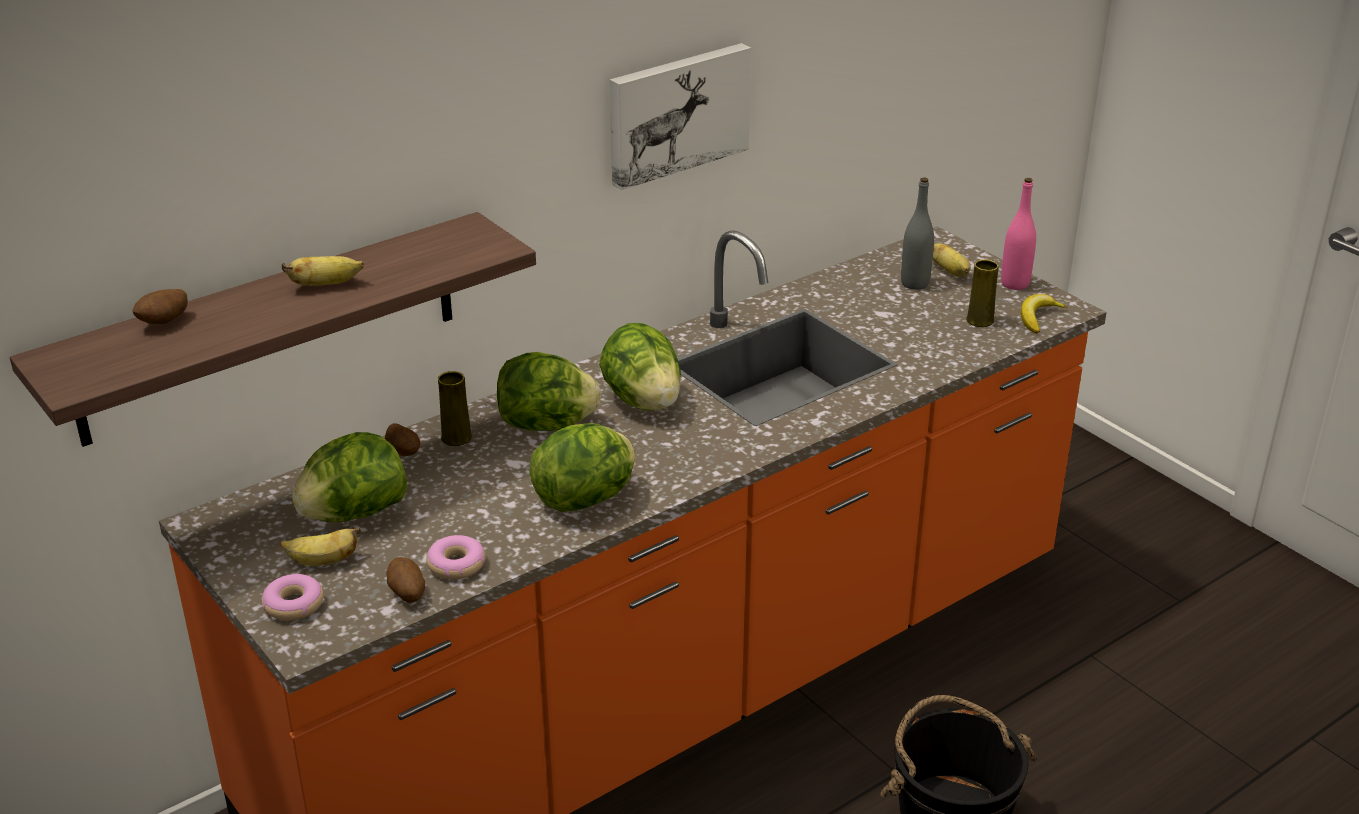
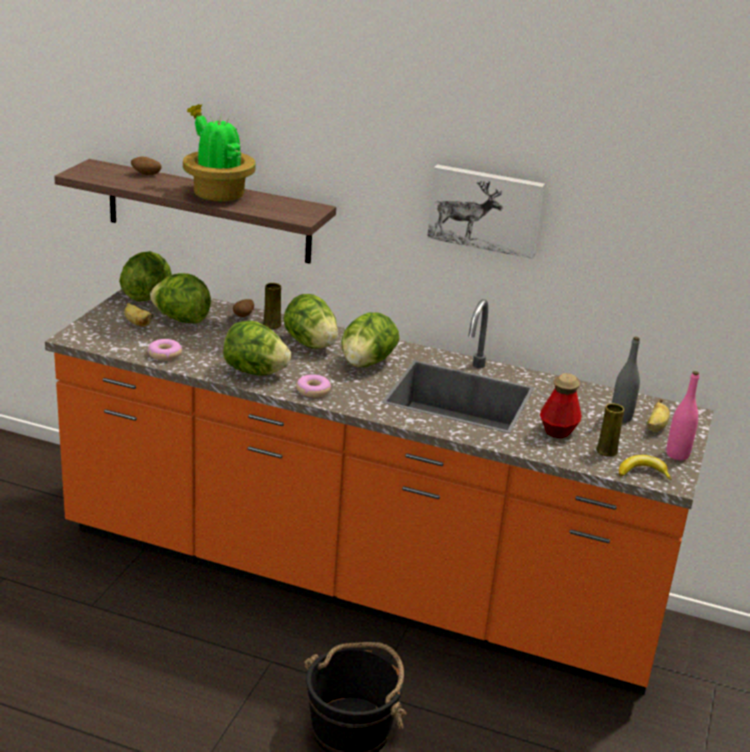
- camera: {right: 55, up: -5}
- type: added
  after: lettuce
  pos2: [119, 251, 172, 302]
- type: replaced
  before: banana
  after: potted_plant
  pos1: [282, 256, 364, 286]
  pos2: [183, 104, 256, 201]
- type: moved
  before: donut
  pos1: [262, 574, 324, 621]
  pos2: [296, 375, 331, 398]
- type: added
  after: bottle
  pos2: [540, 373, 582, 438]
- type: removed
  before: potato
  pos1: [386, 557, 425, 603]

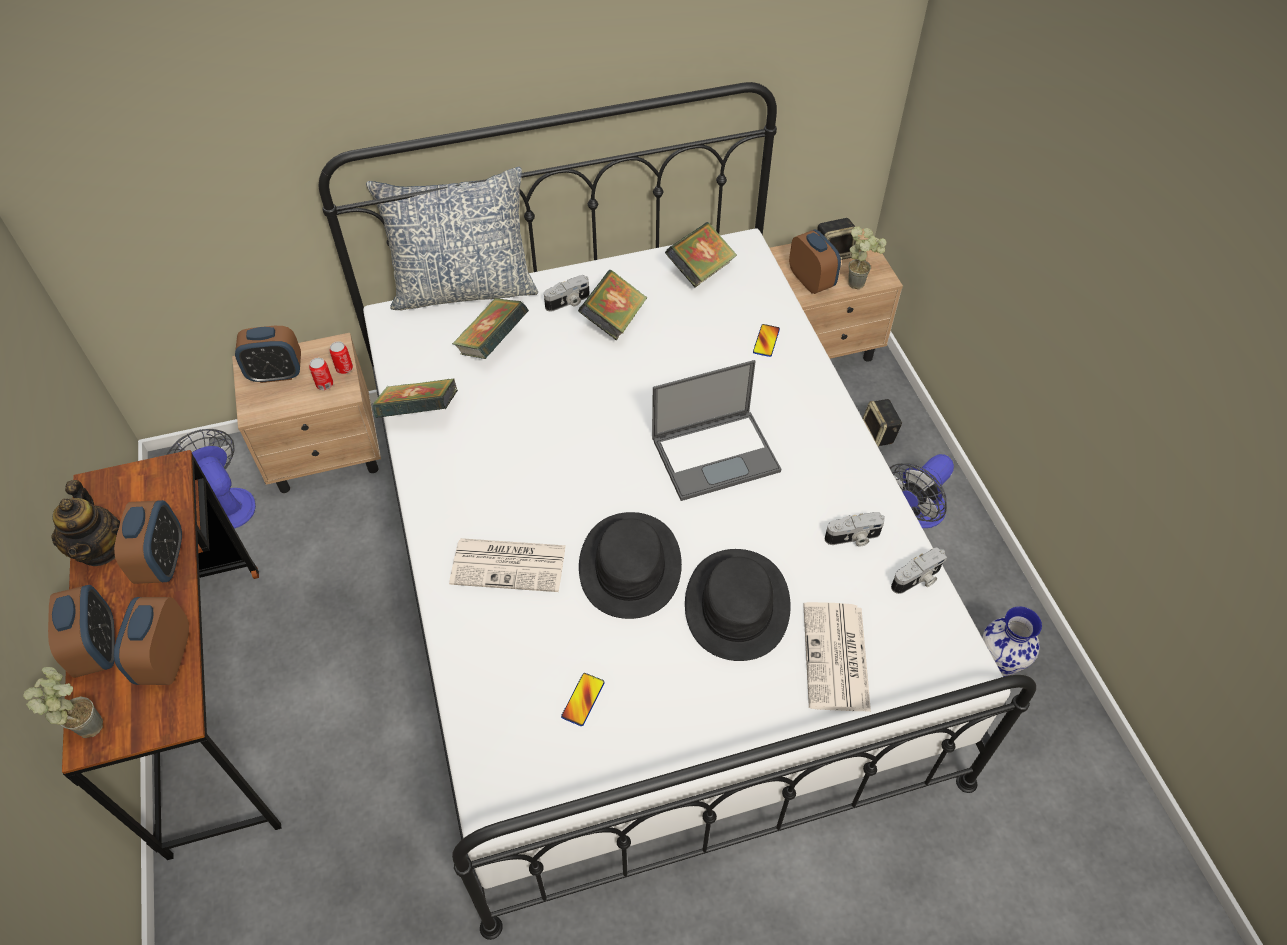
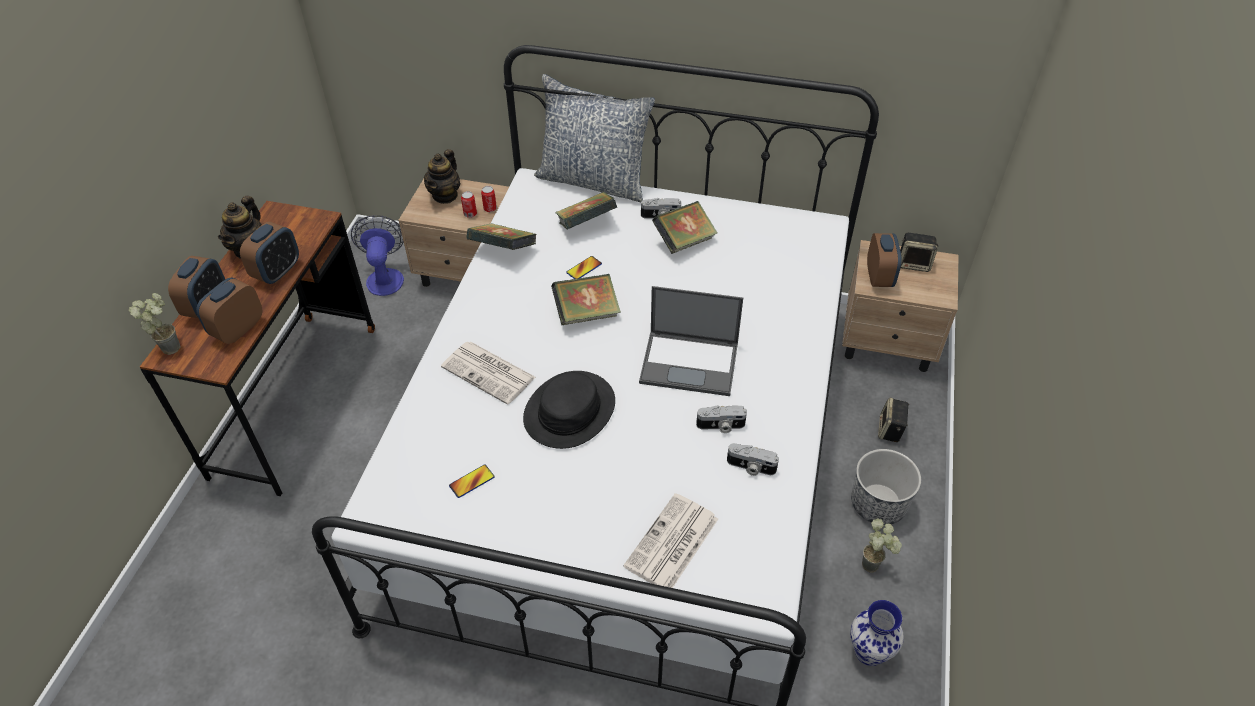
- camera: {right: 30, up: -5}
- type: replaced
  before: alarm_clock
  after: teapot
  pos1: [235, 326, 301, 383]
  pos2: [424, 149, 460, 204]
- type: moved
  before: book
  pos1: [665, 222, 737, 287]
  pos2: [551, 274, 621, 325]
- type: moved
  before: phone
  pos1: [753, 324, 780, 357]
  pos2: [566, 256, 602, 279]
- type: moved
  before: photo_camera
  pos1: [891, 547, 947, 594]
  pos2: [696, 405, 747, 433]
- type: replaced
  before: fan
  after: planter
  pos1: [890, 454, 954, 528]
  pos2: [851, 449, 921, 525]
- type: moved
  before: potted_plant
  pos1: [848, 226, 886, 289]
  pos2: [862, 518, 902, 573]
- type: removed
  before: black_hat
  pos1: [685, 549, 791, 661]

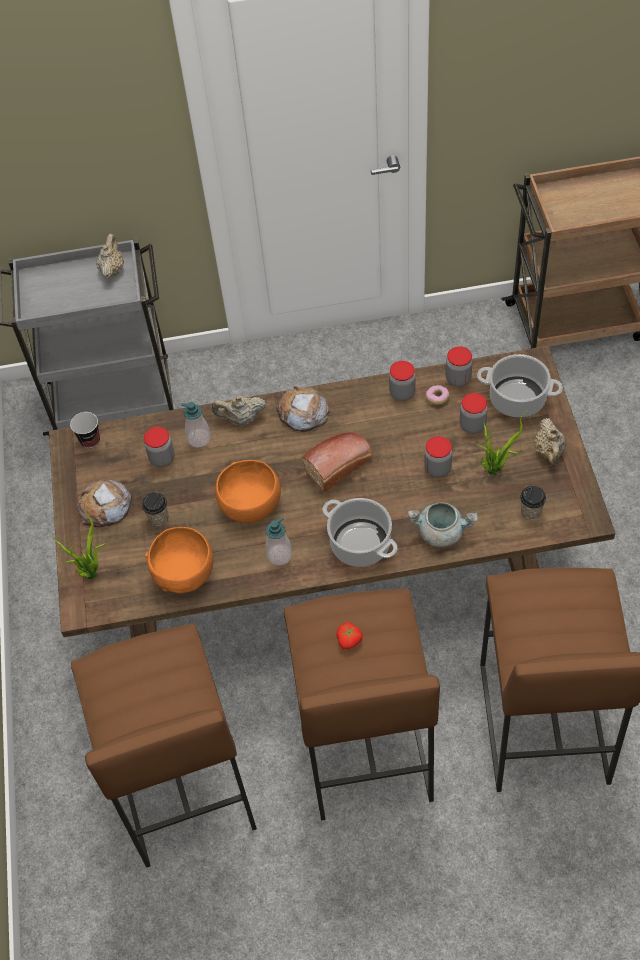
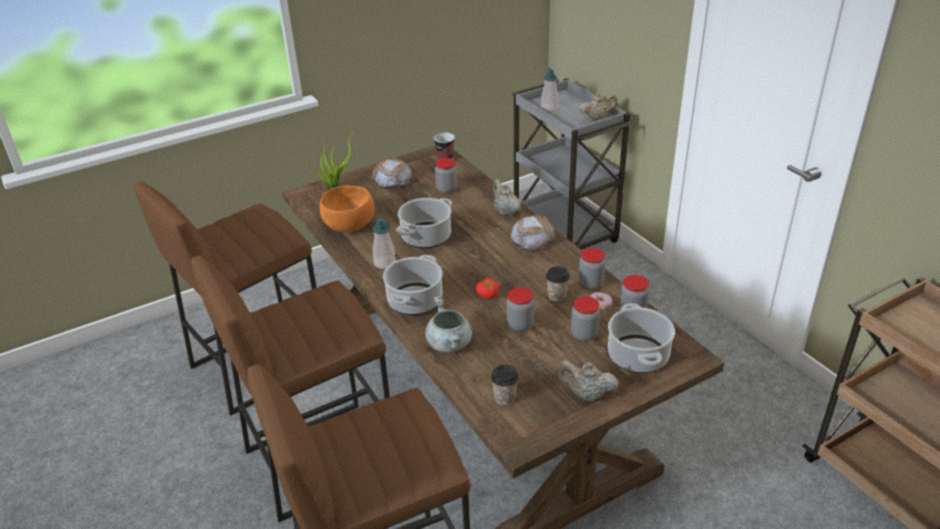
- camera: {right: 65, up: -20}
- type: replaced
  before: orange_bowl
  after: cooking_pot
  pos1: [215, 460, 281, 523]
  pos2: [397, 198, 452, 249]
- type: moved
  before: tomato
  pos1: [336, 622, 363, 649]
  pos2: [475, 278, 500, 299]
- type: moved
  before: soap_dispenser
  pos1: [181, 402, 211, 448]
  pos2: [541, 67, 559, 111]
- type: moved
  before: cup
  pos1: [142, 492, 168, 526]
  pos2: [546, 266, 570, 302]
- type: turned
  before: beige_teapot
  pos1: [535, 418, 566, 466]
  pos2: [557, 361, 619, 401]
  turn: 45
- type: removed
  before: bread
  pos1: [302, 432, 372, 492]
- type: removed
  before: potted_plant
  pos1: [476, 409, 529, 475]

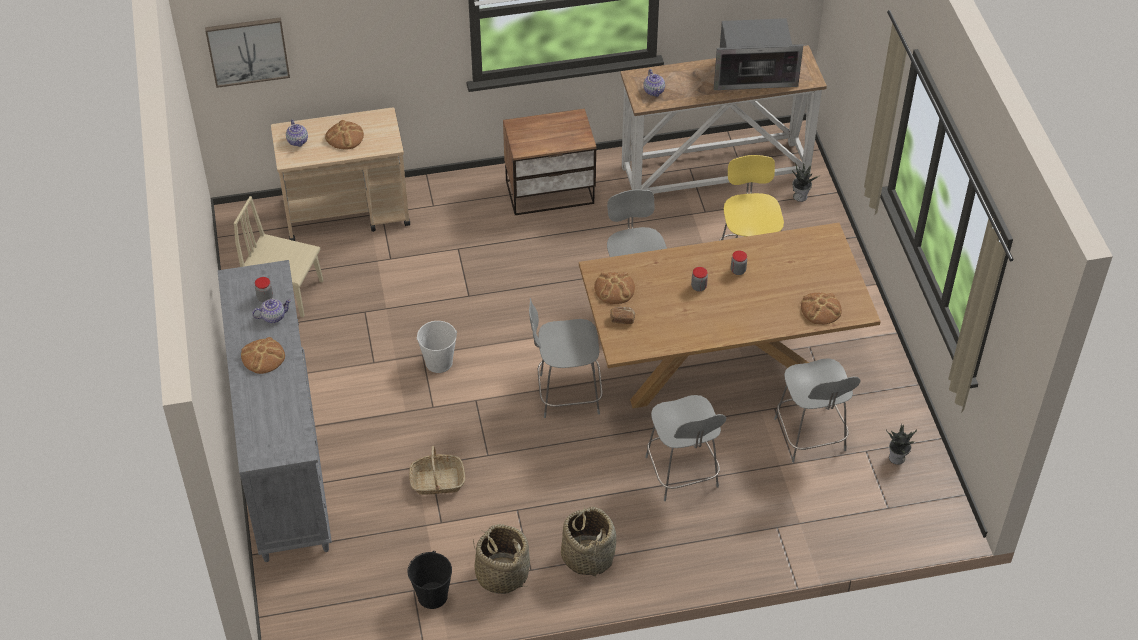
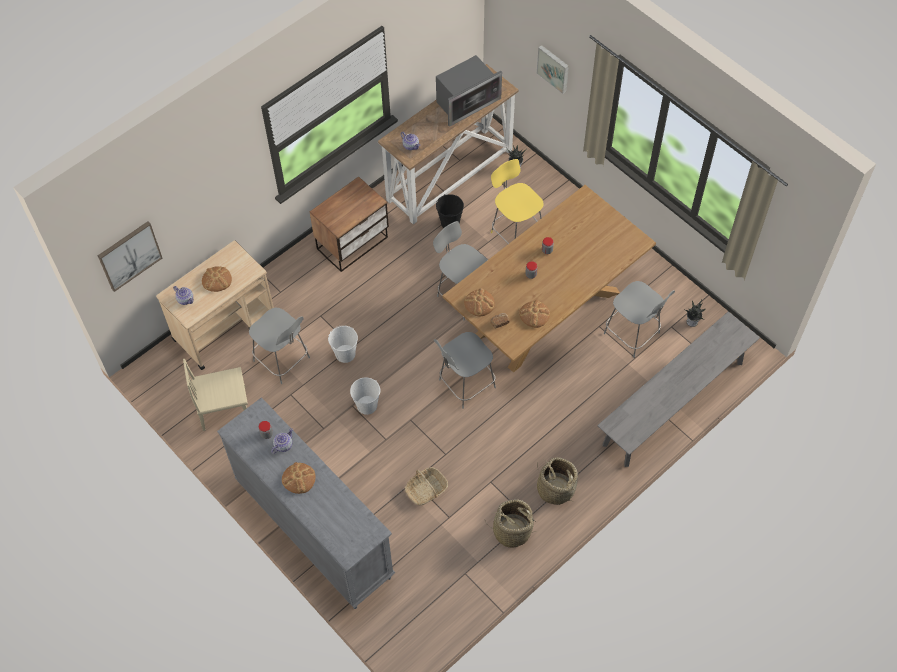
- camera: {right: -30, up: 10}
- type: moved
  before: grey_stool
  pos1: [645, 395, 726, 501]
  pos2: [249, 308, 310, 384]
- type: added
  after: white_bucket
  pos2: [328, 325, 358, 363]
- type: moved
  before: black_bucket
  pos1: [407, 551, 452, 609]
  pos2: [436, 194, 464, 228]
- type: moved
  before: bread
  pos1: [801, 293, 842, 325]
  pos2: [519, 300, 550, 328]
- type: added
  after: picture
  pos2: [537, 45, 569, 94]
- type: added
  after: grey_bench
  pos2: [597, 311, 760, 467]

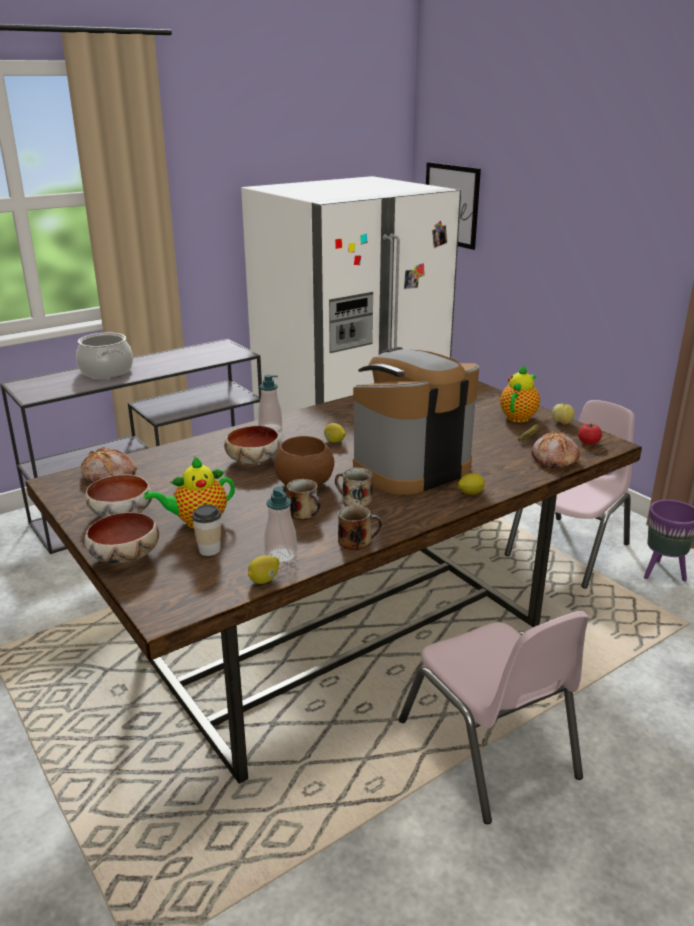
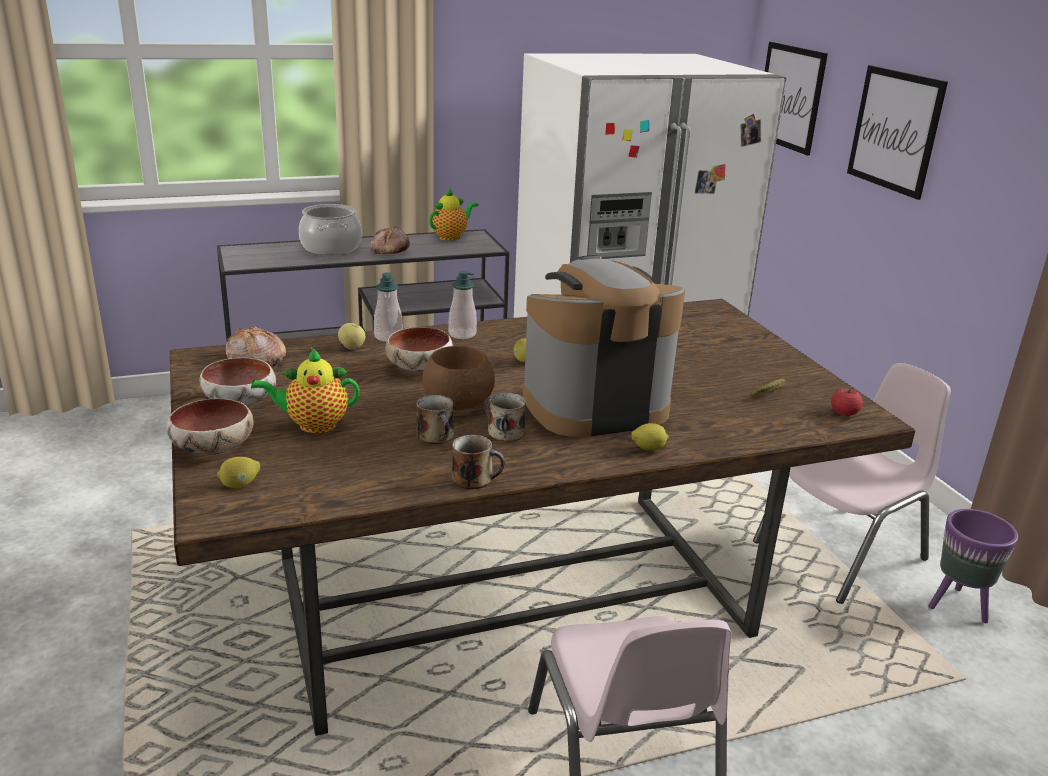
- camera: {right: 15, up: 0}
- type: moved
  before: lemon
  pos1: [248, 556, 280, 584]
  pos2: [217, 457, 260, 488]
- type: moved
  before: apple
  pos1: [552, 404, 575, 424]
  pos2: [338, 323, 365, 349]
- type: moved
  before: bread
  pos1: [532, 430, 580, 468]
  pos2: [370, 226, 410, 254]
- type: moved
  before: soap_dispenser
  pos1: [264, 487, 297, 563]
  pos2: [374, 272, 403, 342]
- type: moved
  before: teapot
  pos1: [500, 364, 540, 422]
  pos2: [429, 187, 478, 241]
- type: added
  after: picture
  pos2: [847, 65, 948, 200]
- type: removed
  before: cup
  pos1: [192, 505, 221, 556]

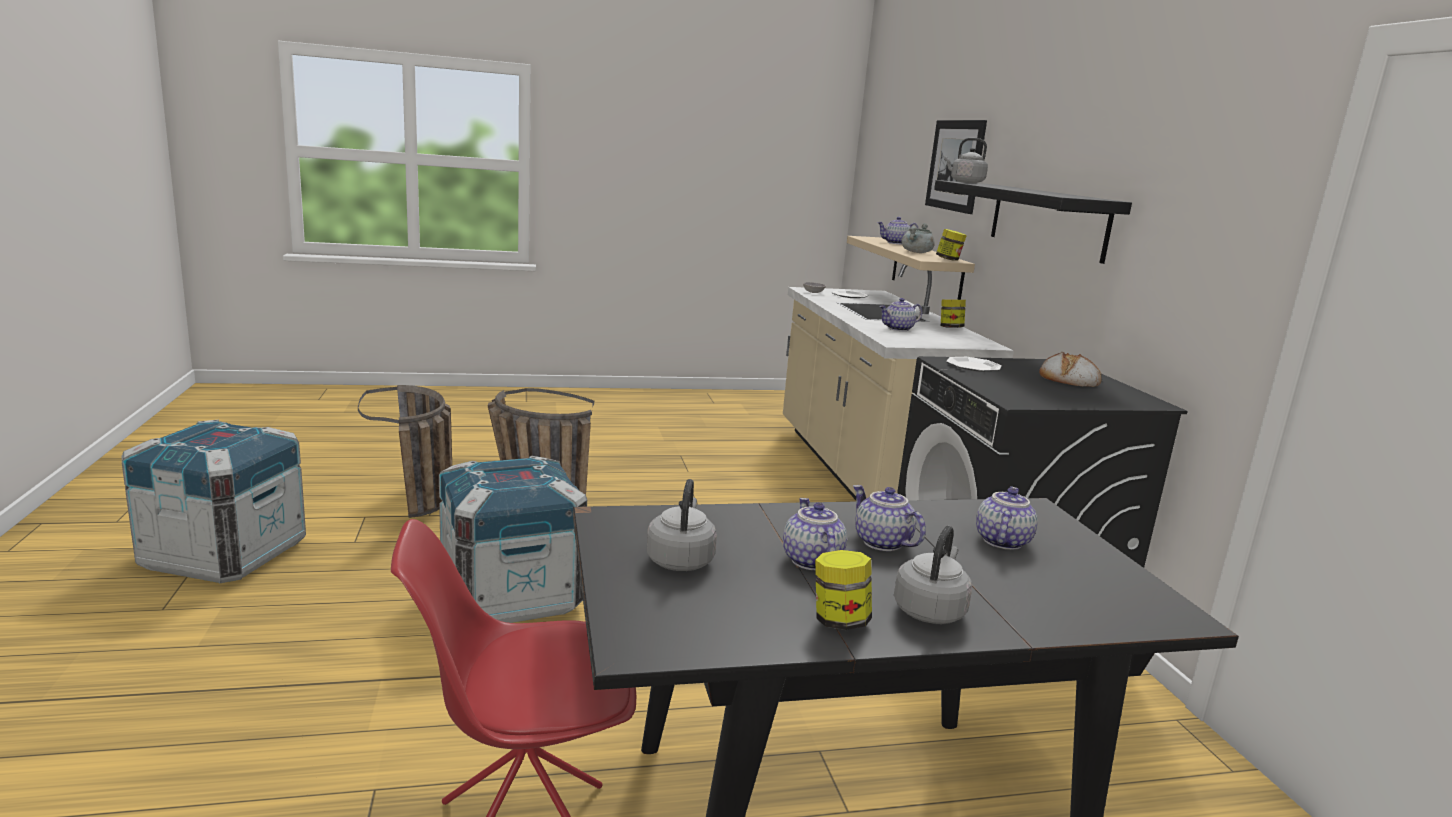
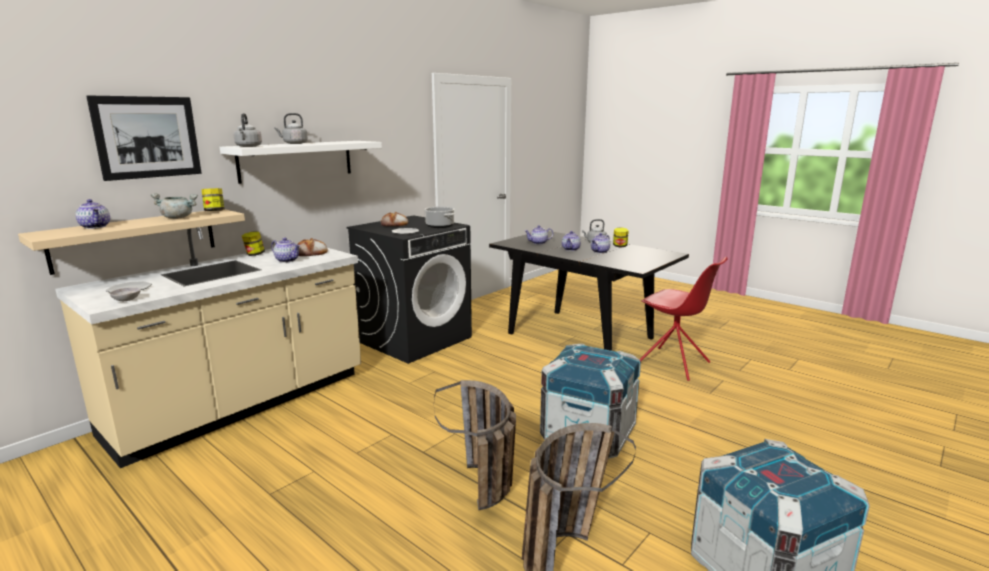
- camera: {right: -125, up: 0}
- type: recoloured
  before: black_shelf
  after: white_shelf
  pos1: [934, 180, 1132, 264]
  pos2: [220, 141, 382, 184]
- type: moved
  before: grey_kettle
  pos1: [647, 479, 717, 571]
  pos2: [274, 113, 308, 144]
- type: added
  after: bread
  pos2: [297, 238, 328, 256]
- type: added
  after: cooking_pot
  pos2: [424, 206, 454, 228]

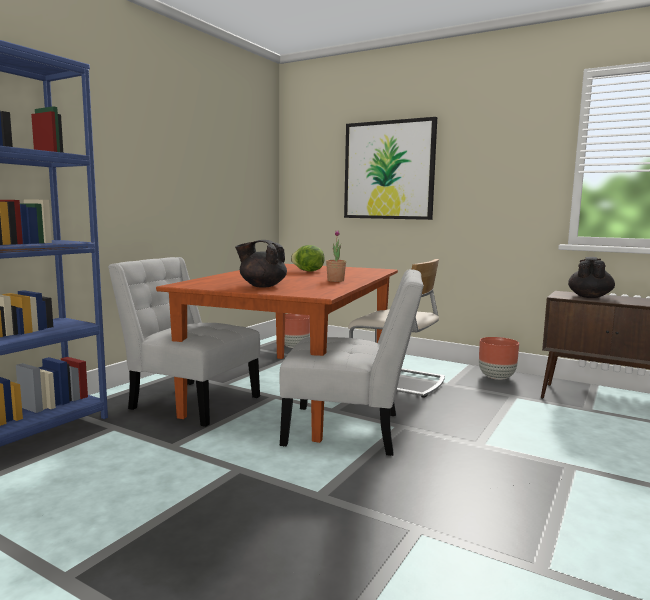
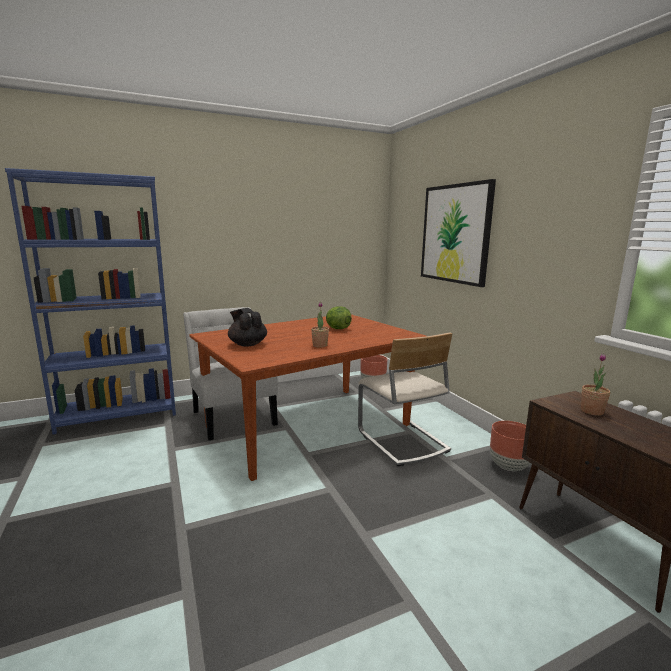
- camera: {right: 35, up: 5}
- type: replaced
  before: black_teapot
  after: potted_plant
  pos1: [568, 257, 615, 298]
  pos2: [581, 354, 610, 416]
- type: removed
  before: white_chair
  pos1: [280, 269, 424, 456]

